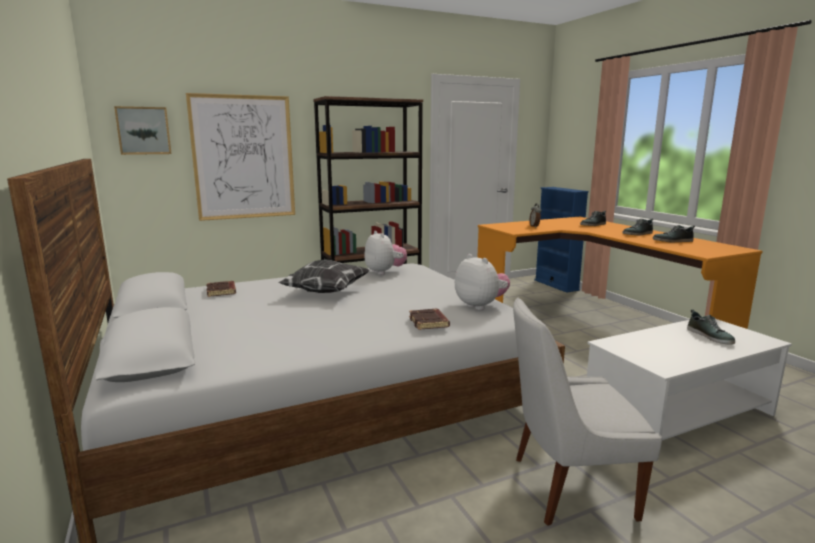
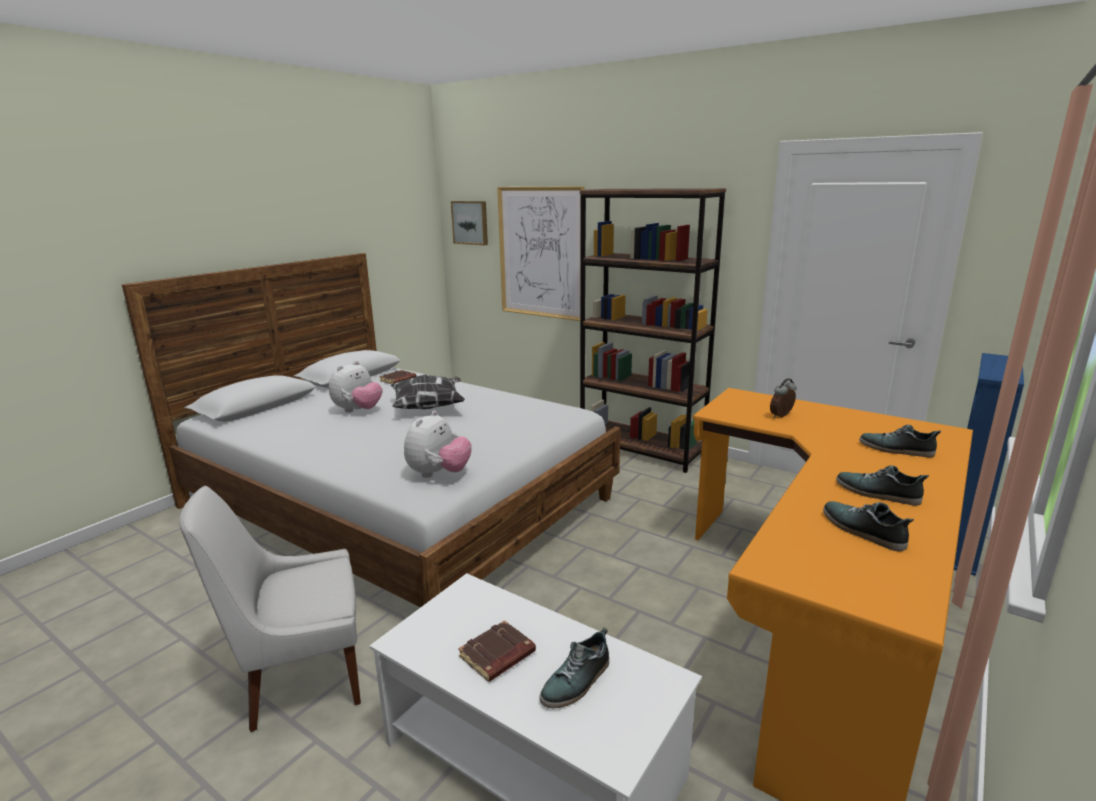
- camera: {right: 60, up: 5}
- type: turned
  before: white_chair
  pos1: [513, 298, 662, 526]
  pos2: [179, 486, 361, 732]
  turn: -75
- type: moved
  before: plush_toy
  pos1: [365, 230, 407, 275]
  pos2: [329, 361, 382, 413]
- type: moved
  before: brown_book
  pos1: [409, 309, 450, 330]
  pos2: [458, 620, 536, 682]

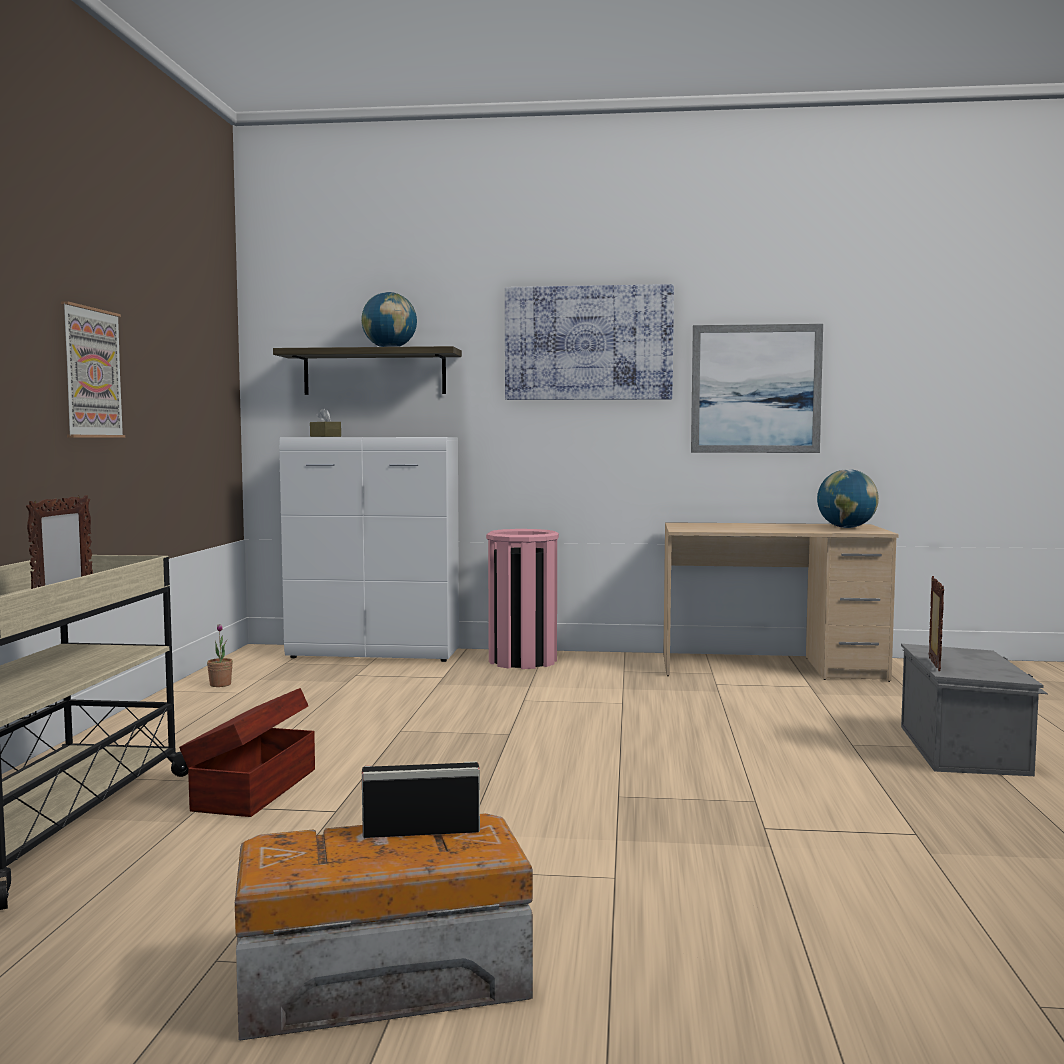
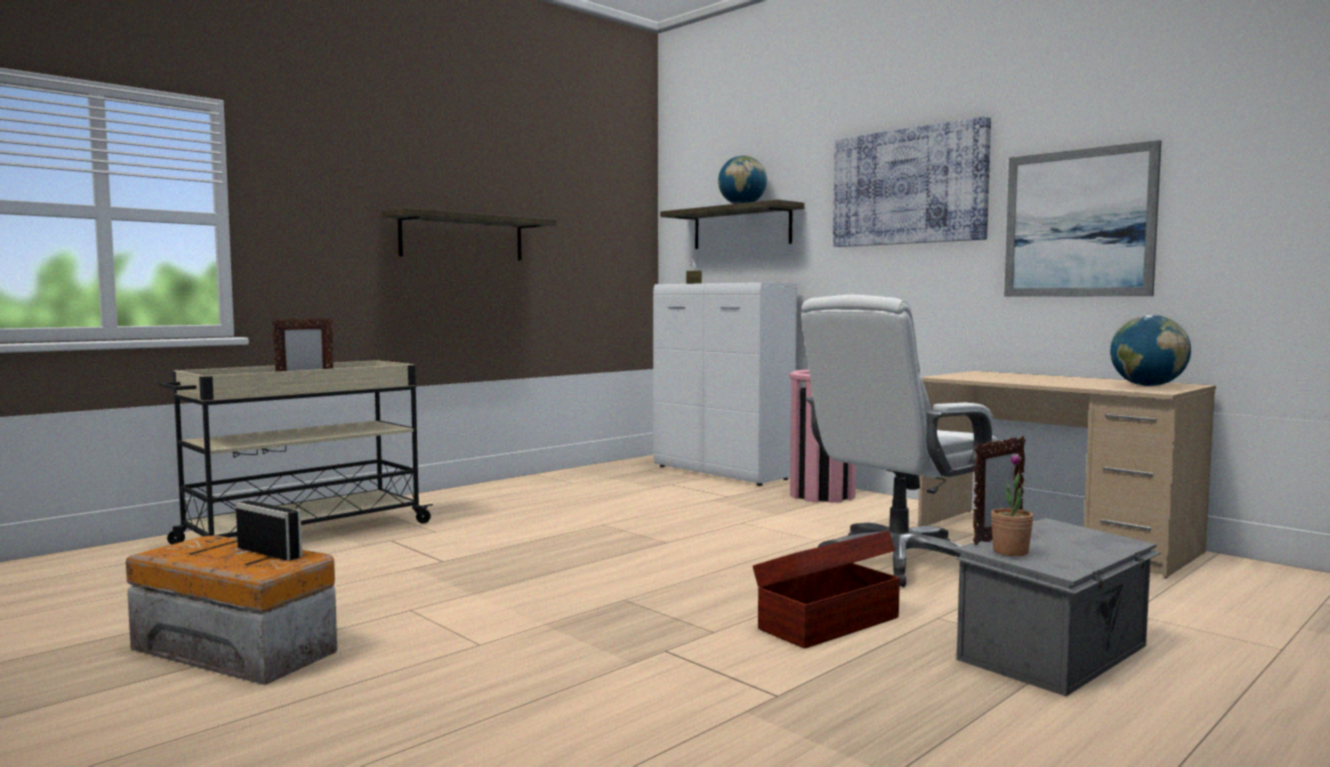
- camera: {right: 40, up: 0}
- type: replaced
  before: picture
  after: shelf
  pos1: [61, 301, 125, 438]
  pos2: [382, 208, 557, 261]
- type: moved
  before: brown_storage_box
  pos1: [179, 688, 315, 817]
  pos2: [753, 531, 900, 649]
- type: added
  after: white_office_chair
  pos2: [801, 295, 999, 587]
- type: moved
  before: potted_plant
  pos1: [207, 624, 233, 687]
  pos2: [991, 453, 1034, 556]

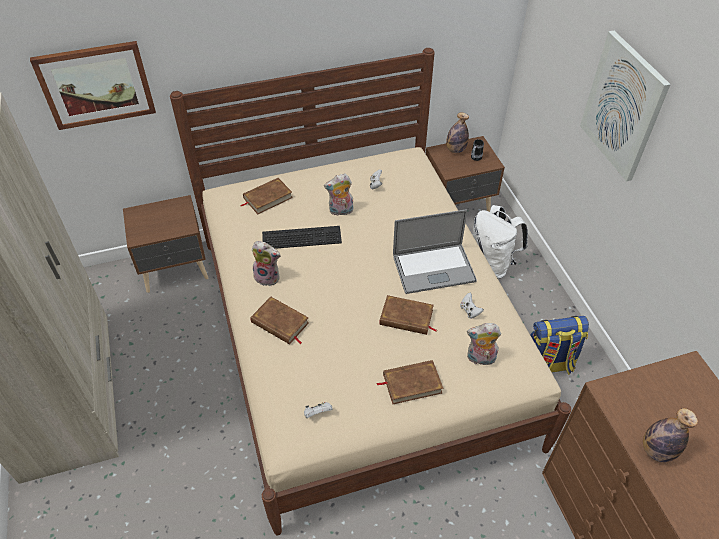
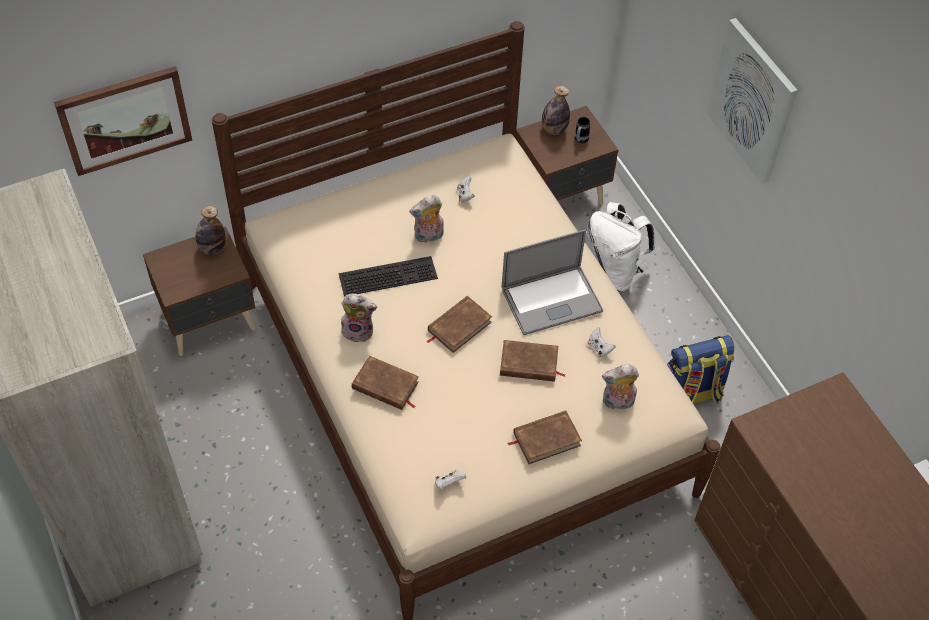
- camera: {right: -10, up: 5}
- type: moved
  before: bottle
  pos1: [643, 408, 698, 462]
  pos2: [196, 205, 226, 255]
- type: moved
  before: brown_book
  pos1: [241, 178, 293, 214]
  pos2: [427, 296, 492, 353]

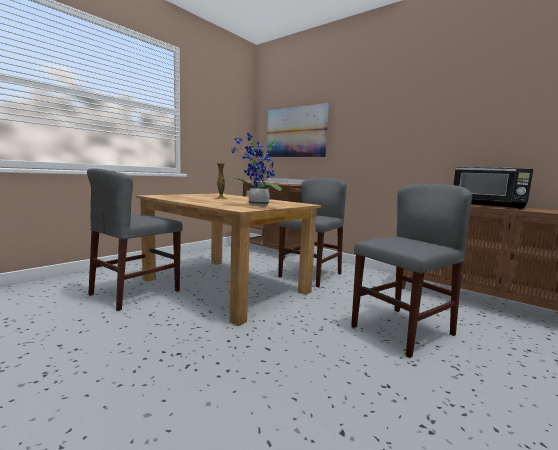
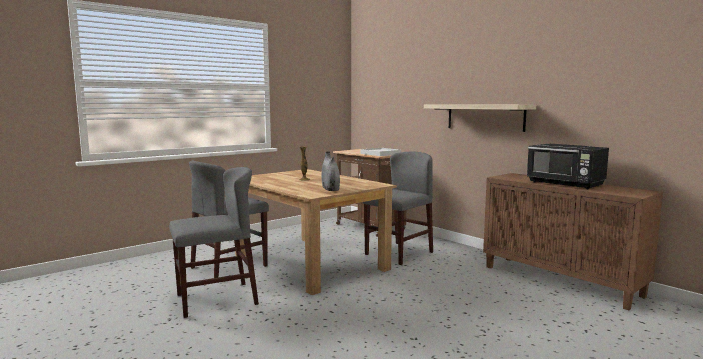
- camera: {right: 10, up: 0}
- type: moved
  before: grey_chair
  pos1: [351, 184, 472, 358]
  pos2: [169, 167, 259, 318]
- type: replaced
  before: potted_plant
  after: grey_vase
  pos1: [229, 133, 282, 206]
  pos2: [321, 151, 340, 191]
- type: added
  after: shelf
  pos2: [424, 104, 536, 132]
- type: removed
  before: picture
  pos1: [266, 103, 329, 157]

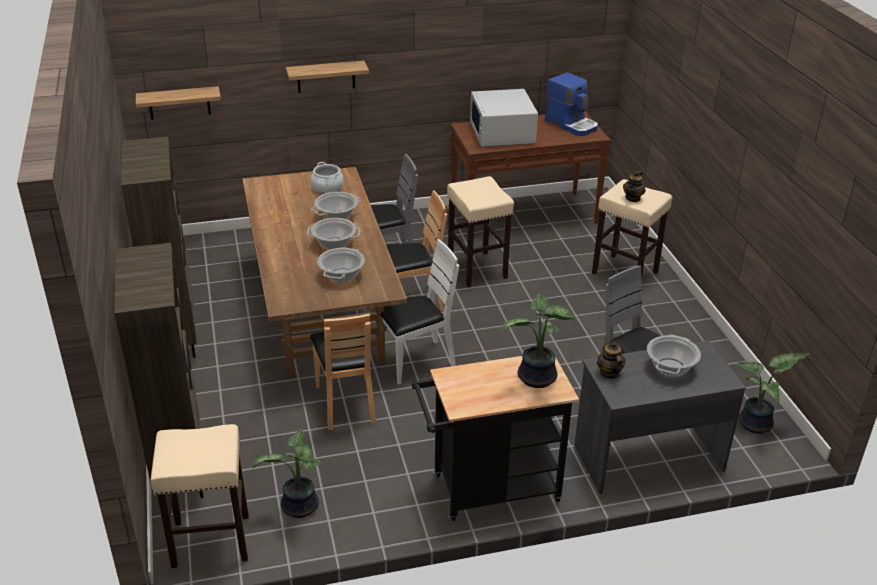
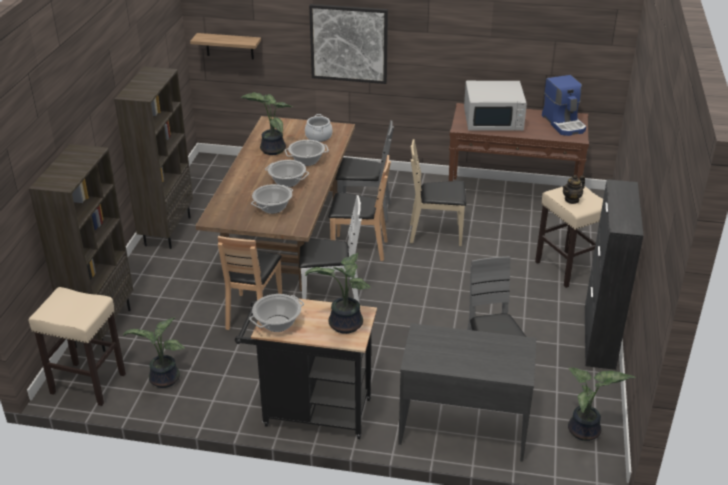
- camera: {right: 25, up: 0}
- type: added
  after: potted_plant
  pos2: [241, 92, 293, 155]
- type: moved
  before: cooking_pot
  pos1: [647, 335, 701, 377]
  pos2: [249, 294, 304, 332]
- type: replaced
  before: shelf
  after: picture
  pos1: [286, 61, 369, 93]
  pos2: [309, 4, 388, 84]
- type: replaced
  before: beige_stool
  after: beige_chair
  pos1: [447, 176, 514, 287]
  pos2: [410, 139, 466, 246]
- type: turned
  before: white_microwave
  pos1: [470, 89, 538, 147]
  pos2: [464, 81, 527, 131]
  turn: -105
- type: added
  after: black_cabinet
  pos2: [585, 179, 644, 370]
- type: removed
  before: teapot
  pos1: [597, 338, 626, 379]

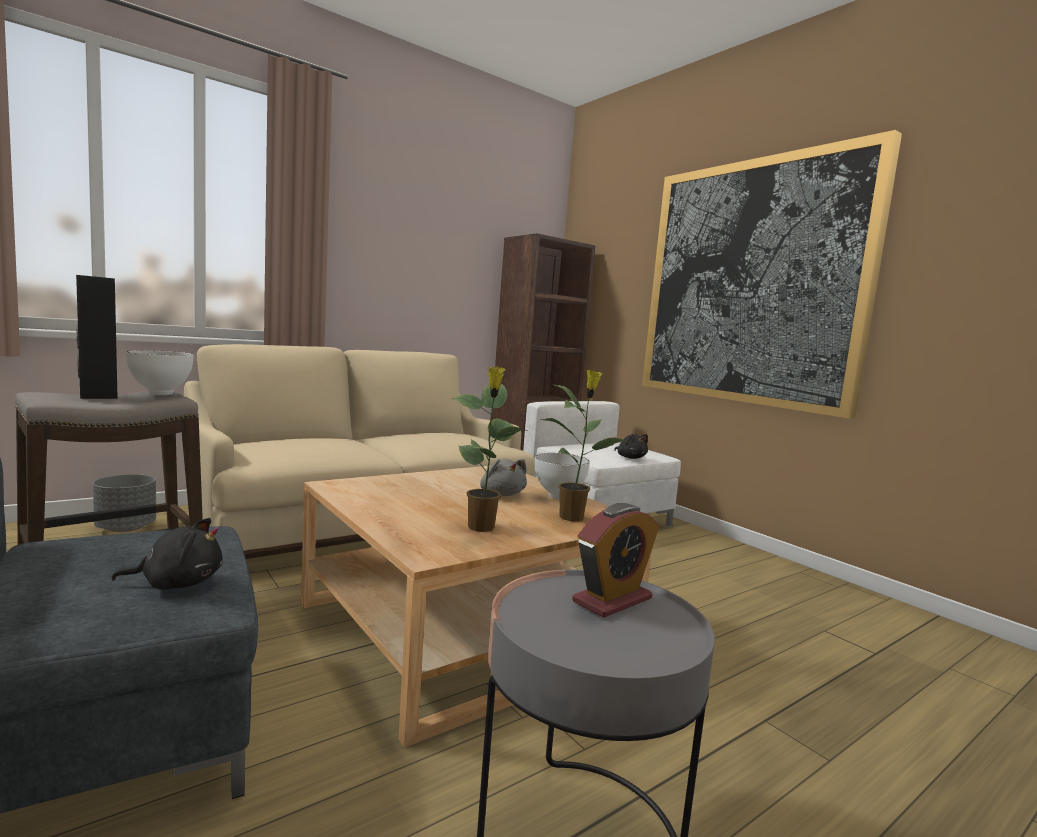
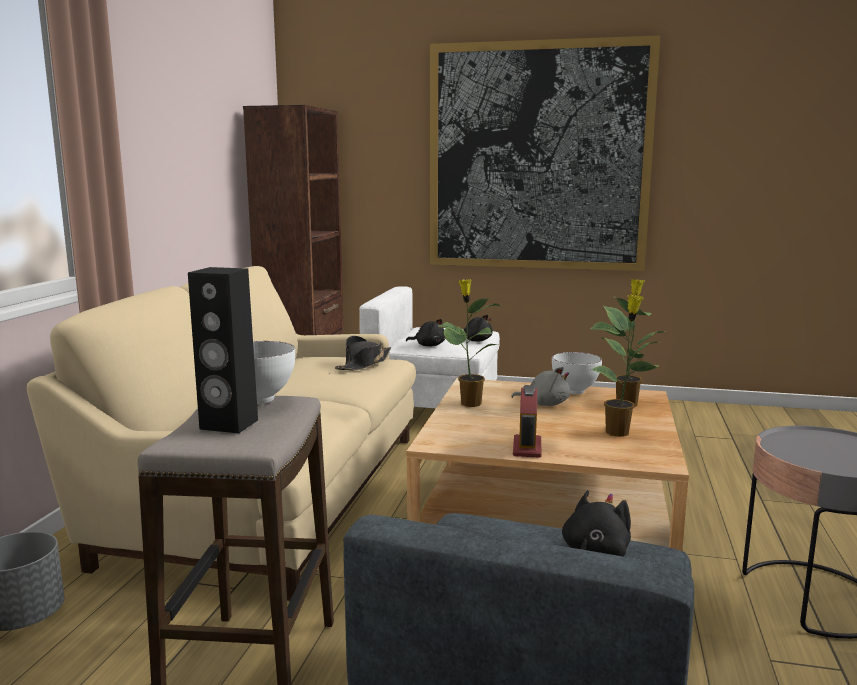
- camera: {right: -40, up: 5}
- type: added
  after: black_hat
  pos2: [335, 336, 391, 370]
- type: added
  after: black_plush_toy
  pos2: [406, 319, 445, 347]
- type: added
  after: potted_plant
  pos2: [439, 279, 501, 407]
- type: moved
  before: alarm_clock
  pos1: [572, 503, 659, 618]
  pos2: [513, 385, 542, 458]

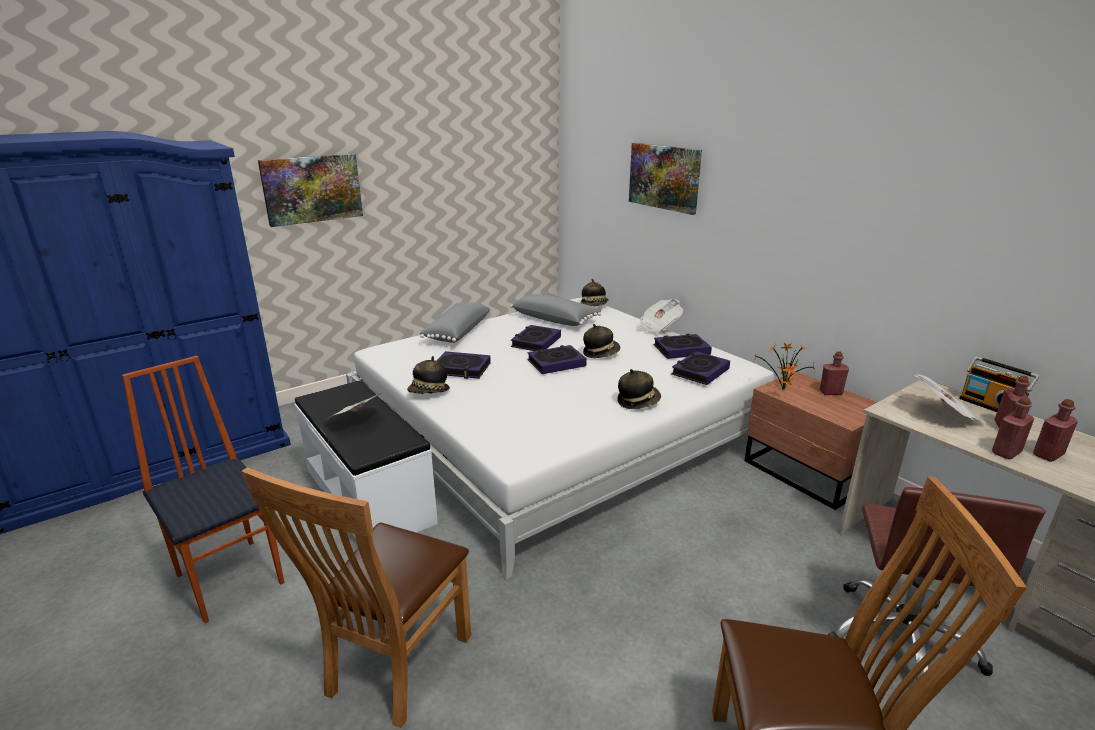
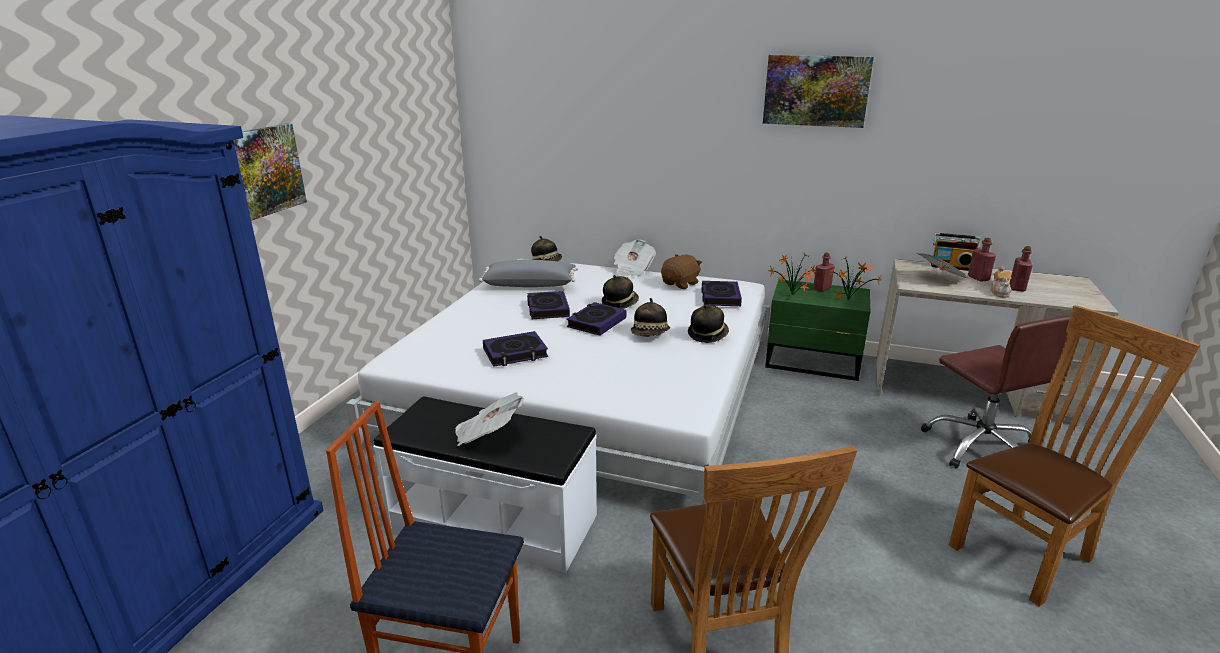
- camera: {right: -35, up: 0}
- type: moved
  before: hat
  pos1: [407, 356, 450, 394]
  pos2: [631, 298, 670, 337]
- type: replaced
  before: book
  after: brown_plush_toy
  pos1: [654, 334, 712, 359]
  pos2: [661, 254, 702, 289]
- type: moved
  before: picture
  pos1: [629, 143, 702, 215]
  pos2: [763, 55, 874, 128]
- type: recoloured
  before: brown_nightstand
  after: green_nightstand
  pos1: [745, 371, 877, 510]
  pos2: [765, 279, 870, 381]
- type: added
  after: potted_plant
  pos2: [829, 257, 882, 300]
- type: replaced
  before: red_bottle
  after: teapot
  pos1: [992, 397, 1034, 459]
  pos2: [990, 266, 1012, 297]
- type: removed
  before: grey_pillow
  pos1: [419, 302, 490, 343]

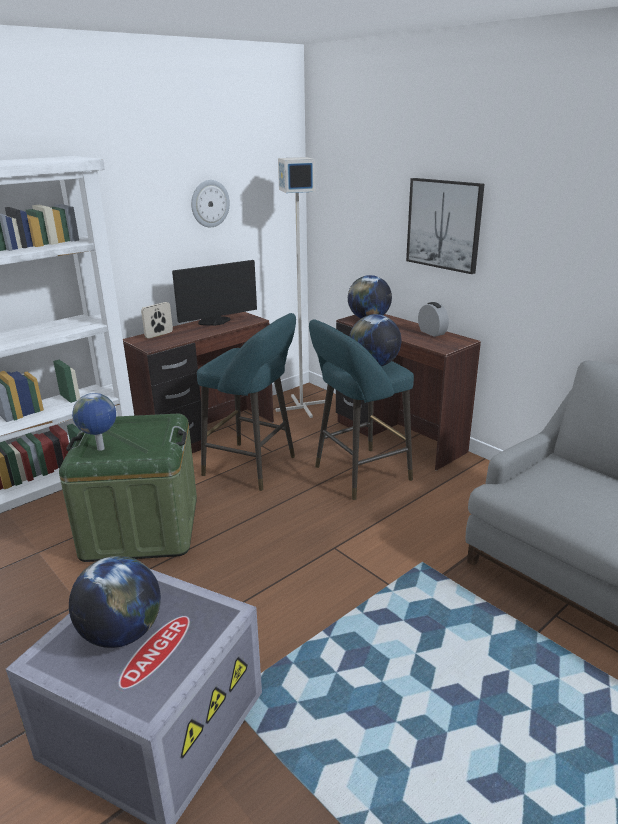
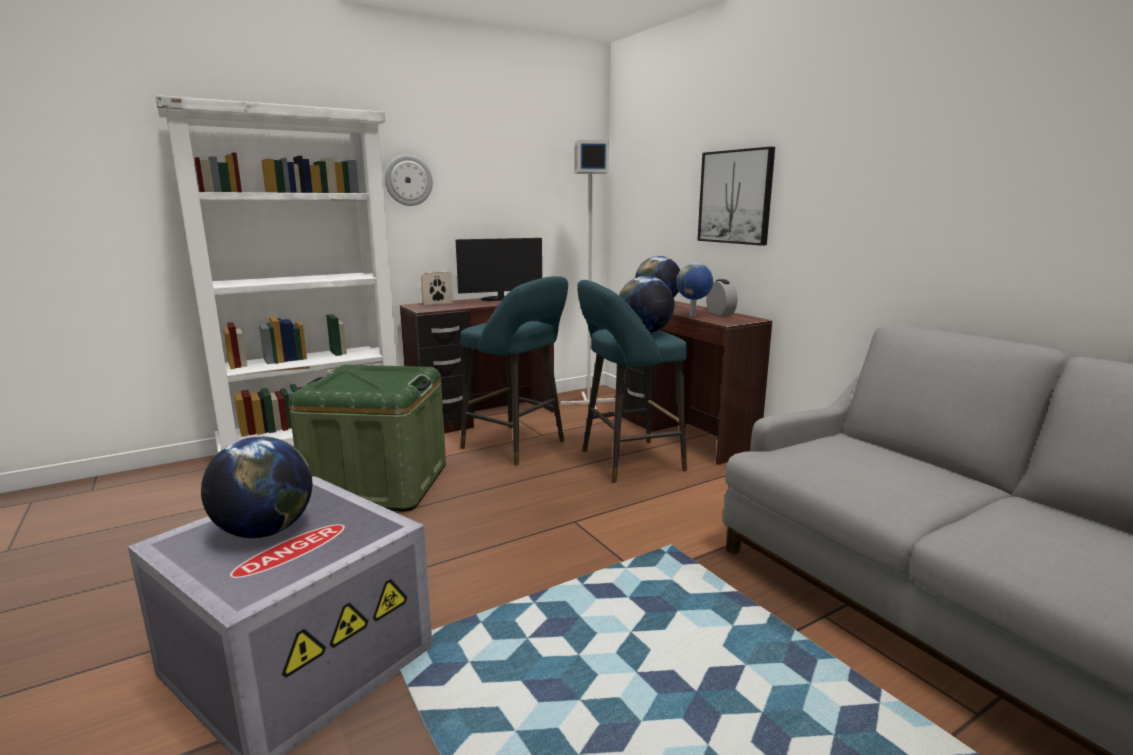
- camera: {right: 10, up: -10}
- type: moved
  before: wall_clock
  pos1: [191, 180, 230, 227]
  pos2: [385, 155, 433, 206]
- type: moved
  before: globe
  pos1: [72, 393, 116, 451]
  pos2: [676, 263, 713, 317]

